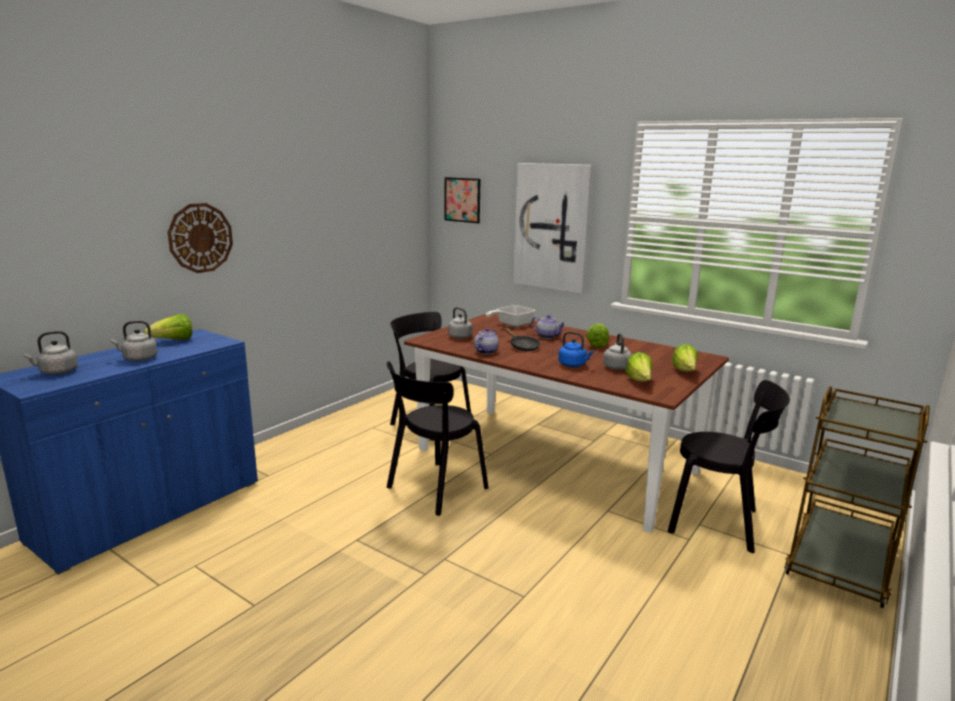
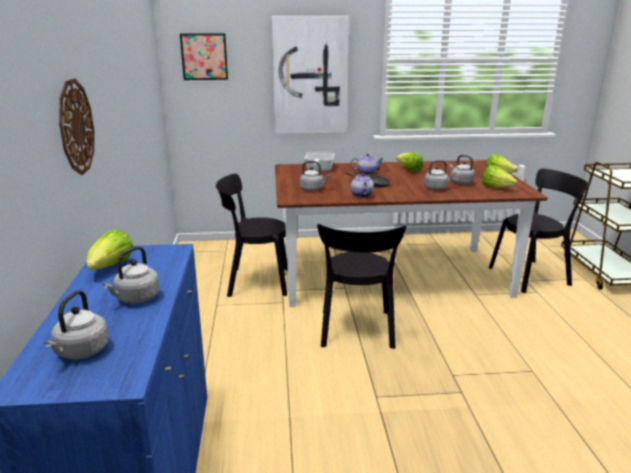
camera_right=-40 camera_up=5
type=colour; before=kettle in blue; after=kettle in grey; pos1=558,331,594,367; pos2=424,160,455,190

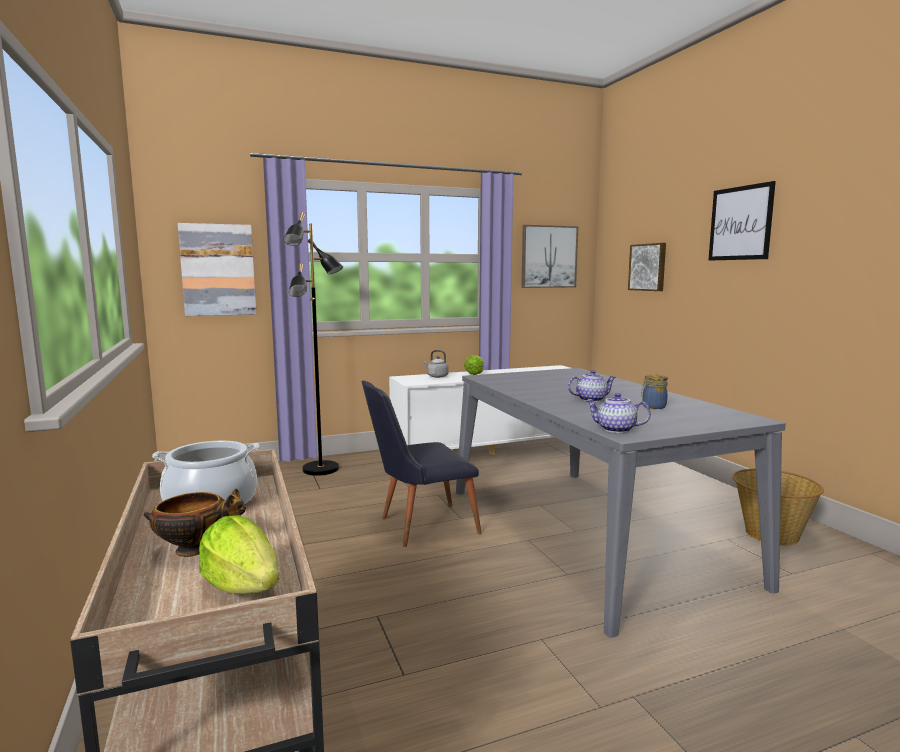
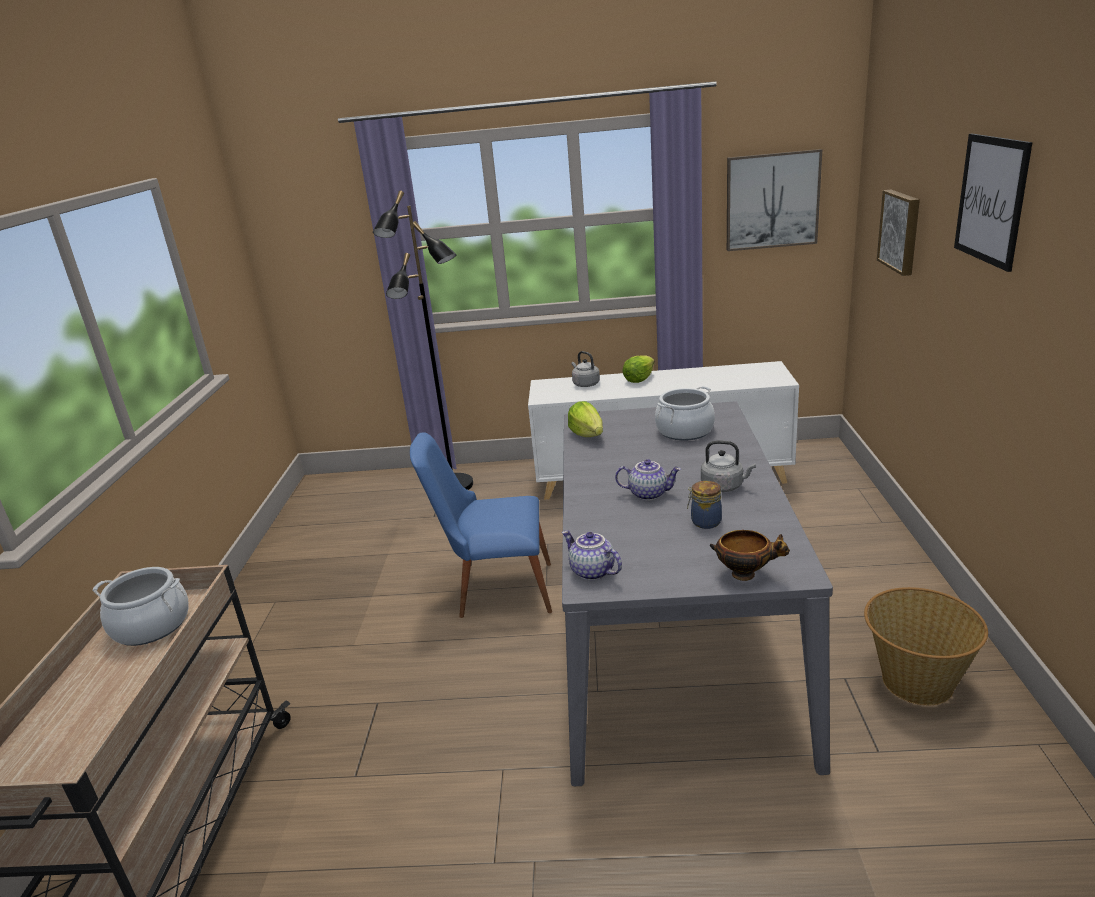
camera_right=25 camera_up=15
type=colour; before=chair in black; after=chair in blue; pos1=362,381,482,547; pos2=410,432,552,618
type=relocated; before=lettuce; pos1=199,515,279,594; pos2=568,401,603,437
type=appeared; after=cooking pot; pos2=655,386,715,441
type=appeared; after=kettle in grey; pos2=701,440,756,492
type=relocated; before=bowl; pos1=144,489,246,557; pos2=710,530,790,581
type=missing; before=picture; pos1=178,223,257,316

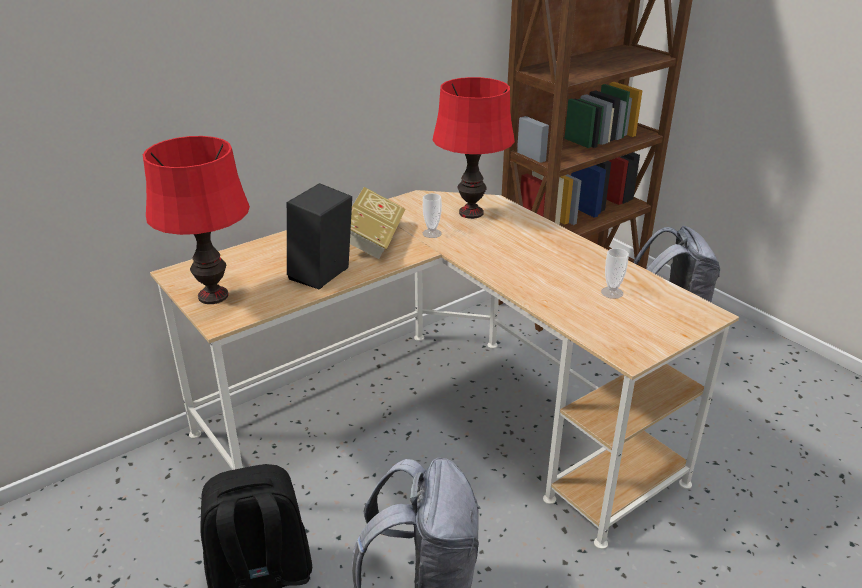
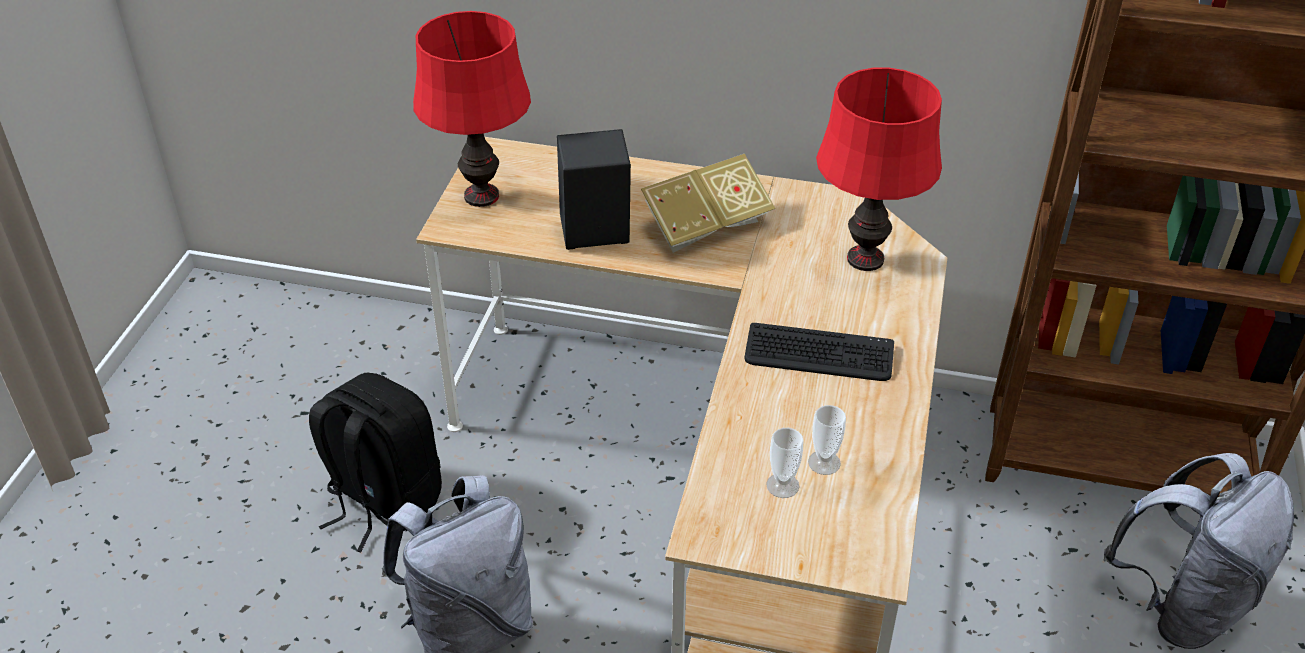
camera_right=50 camera_up=10
type=appeared; after=keyboard; pos2=744,323,894,381
type=relocated; before=cup; pos1=423,193,442,238; pos2=766,428,804,498

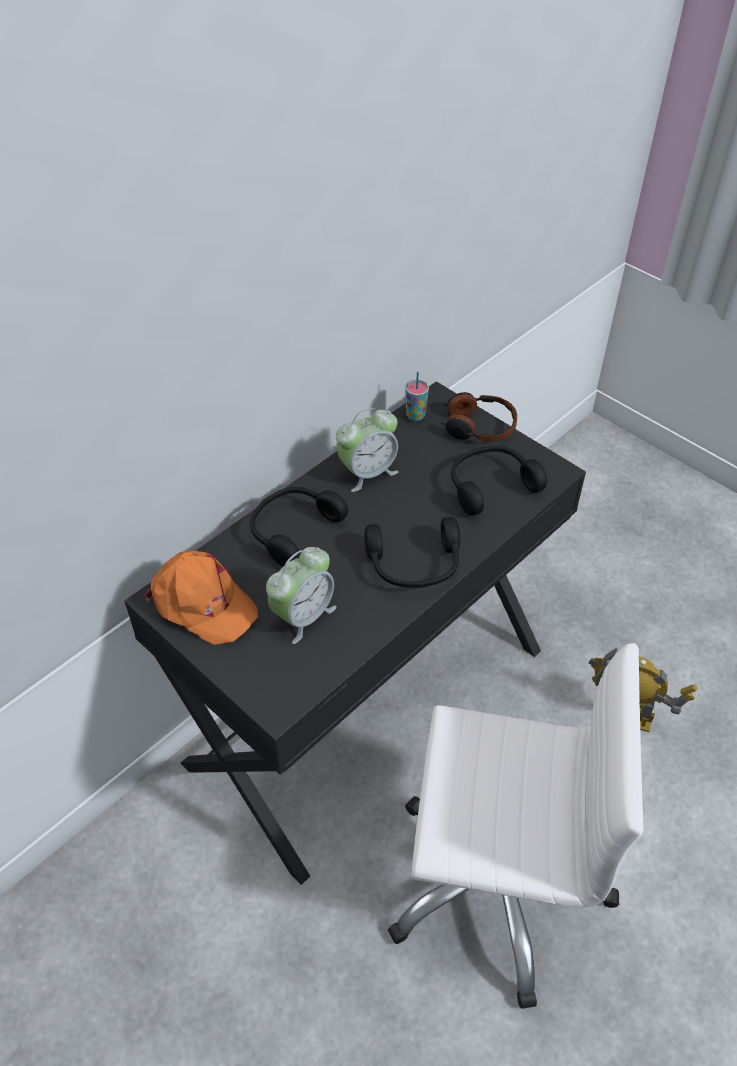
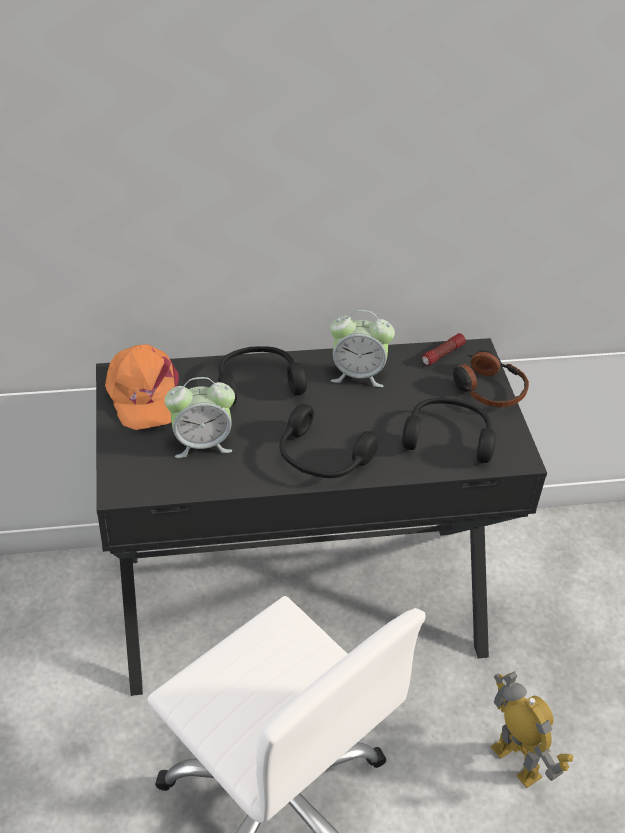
camera_right=35 camera_up=-5
type=exchanged; before=cup; after=flashlight; pos1=405,372,429,421; pos2=422,333,466,365

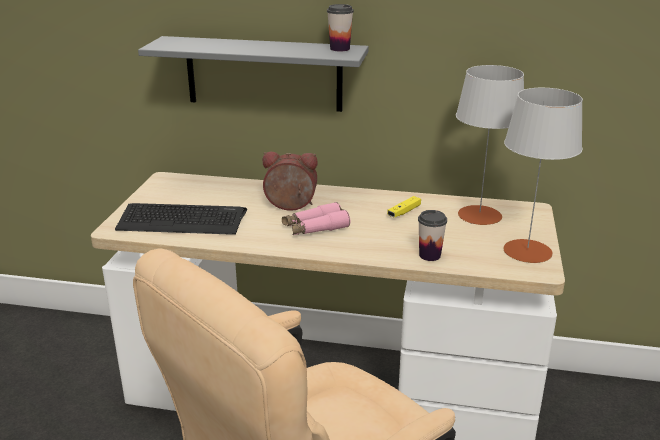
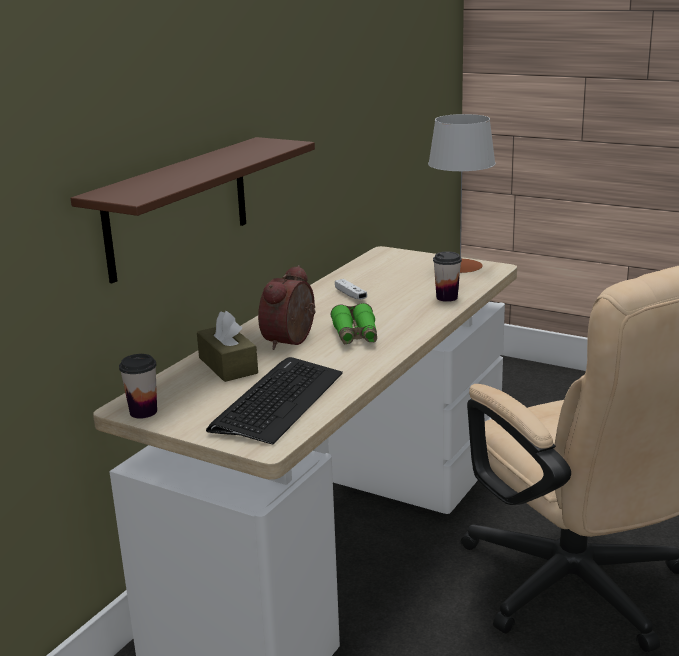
camera_right=-70 camera_up=-5
type=colour; before=shelf in grey; after=shelf in brown; pos1=138,36,369,112; pos2=70,137,315,283
type=relocated; before=cup; pos1=327,4,354,51; pos2=119,354,157,418
type=appeared; after=tissue box in brown; pos2=197,311,258,382
type=colour; before=binoculars in pink; after=binoculars in green; pos1=282,202,350,235; pos2=331,303,377,344
type=colour; before=game controller in yellow; after=game controller in white; pos1=387,196,421,217; pos2=335,279,367,300
type=missing; before=table lamp in grey; pos1=456,65,524,225

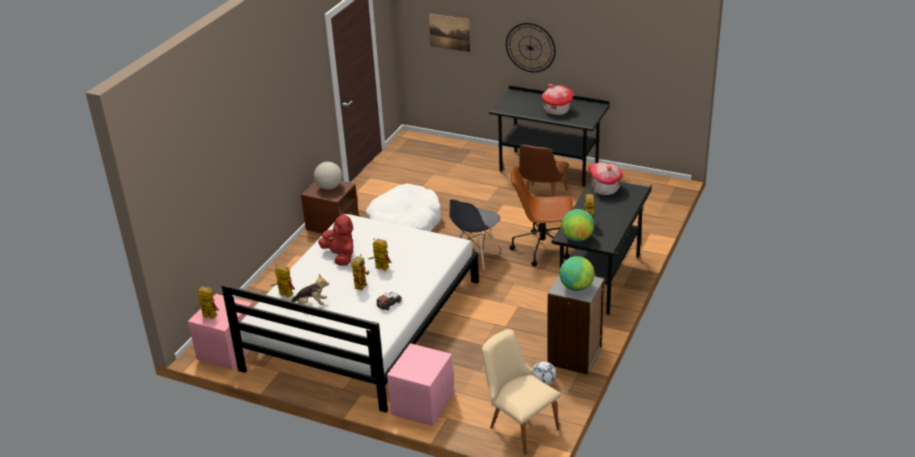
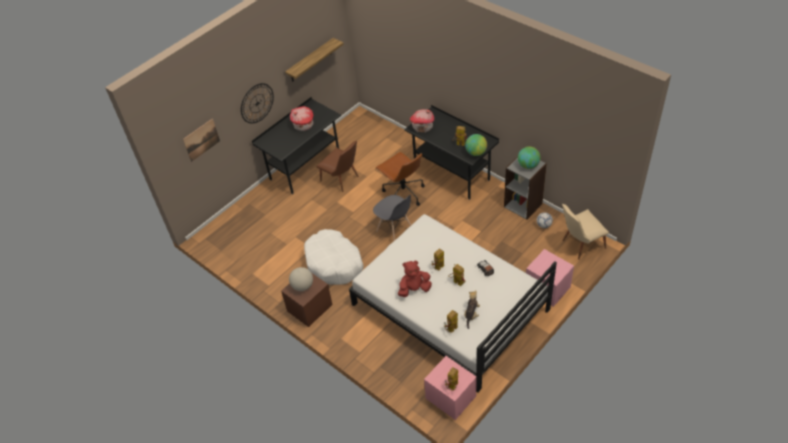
camera_right=-70 camera_up=15
type=appeared; after=shelf; pos2=285,38,344,82
type=spun; before=office chair in brown; pos1=510,166,573,266; pos2=375,152,425,206; turn=-60

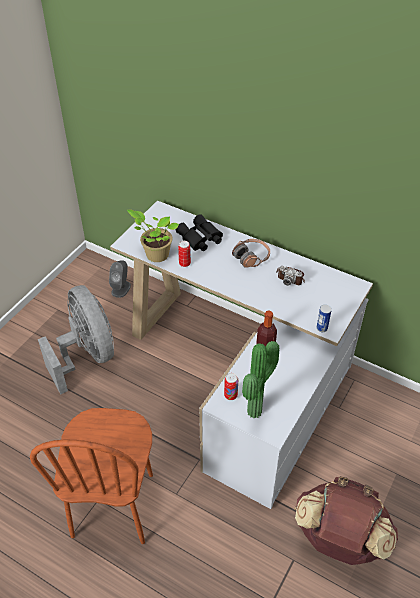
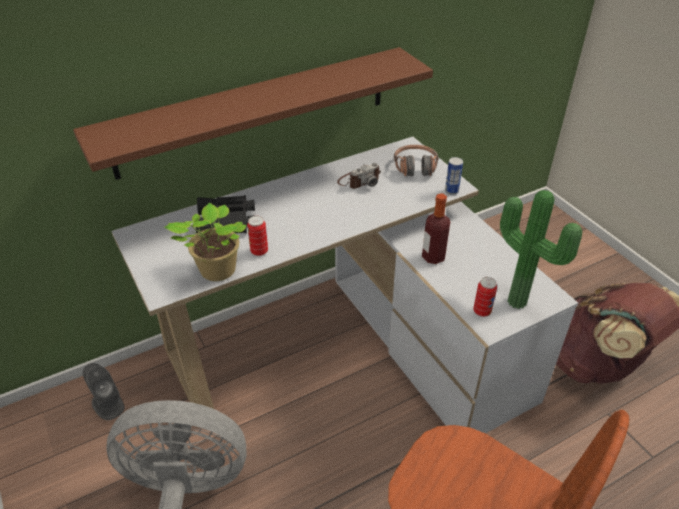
camera_right=-60 camera_up=-5
type=appeared; after=shelf in brown; pos2=73,47,433,180
type=relocated; before=headphones; pos1=232,239,270,268; pos2=394,145,439,177

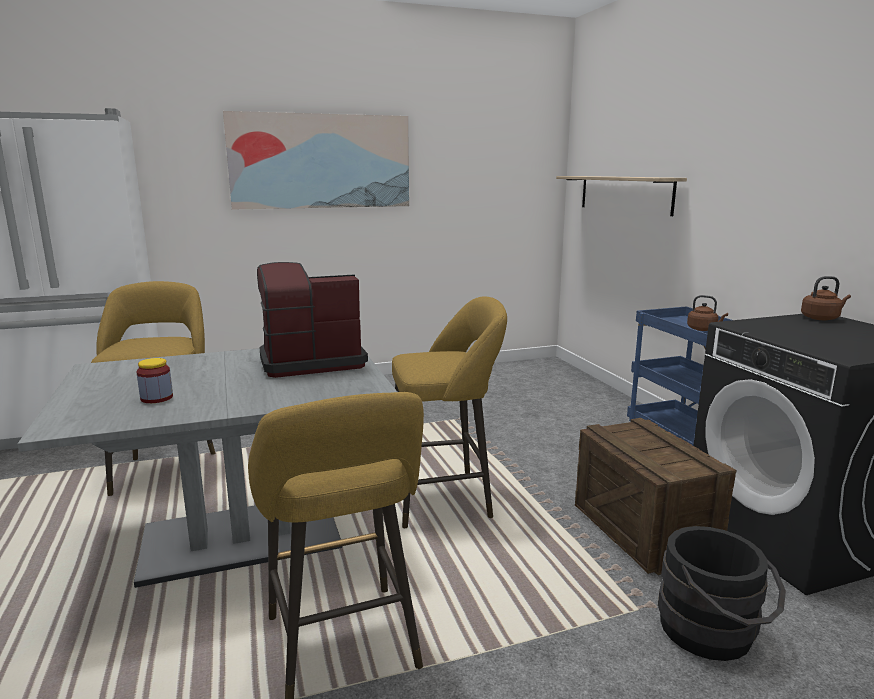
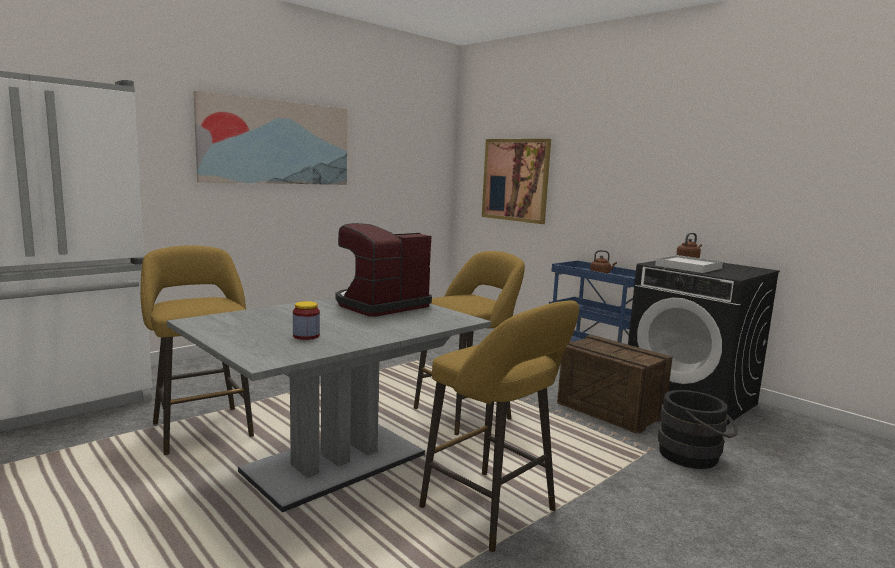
camera_right=-25 camera_up=-5
type=exchanged; before=shelf; after=picture; pos1=556,176,687,216; pos2=482,139,551,224
type=appeared; after=tray in white; pos2=655,255,723,273

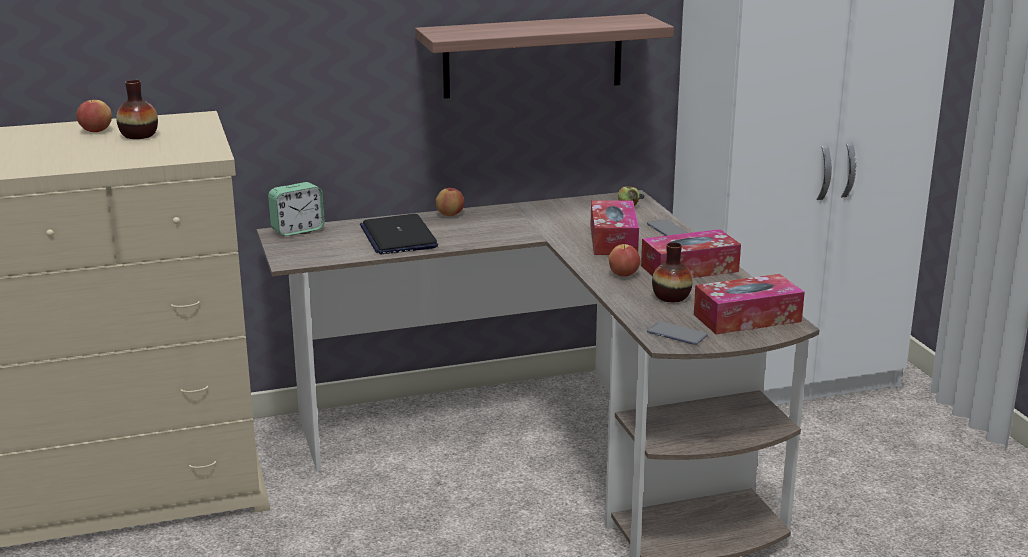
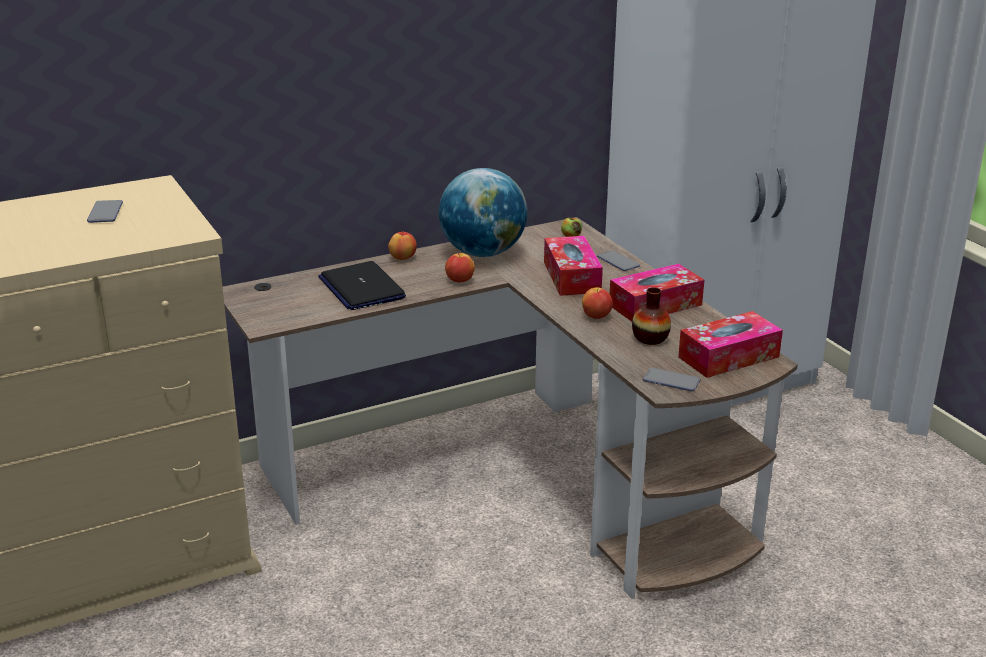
camera_right=-10 camera_up=5
type=exchanged; before=vase; after=phone; pos1=116,80,158,139; pos2=87,200,123,223
type=appeared; after=globe; pos2=439,168,527,257
type=relocated; before=apple; pos1=76,98,112,132; pos2=445,253,475,283
type=missing; before=alarm clock; pos1=268,182,325,236
type=missing; before=shelf; pos1=415,14,674,99

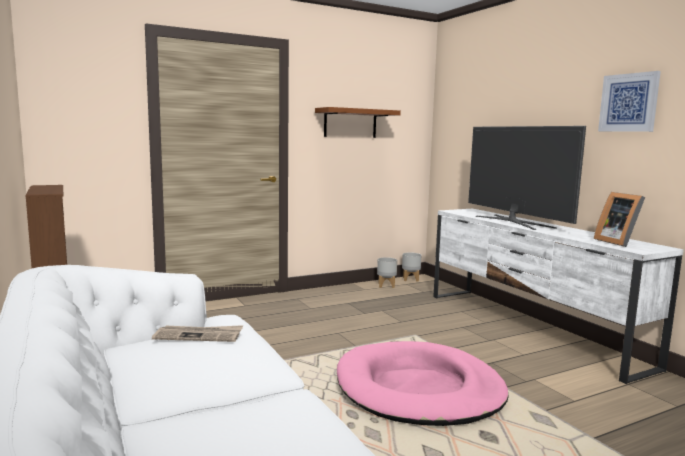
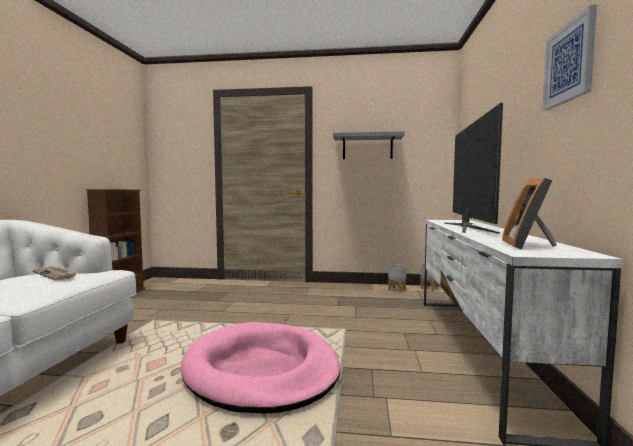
camera_right=35 camera_up=-5
type=colour; before=shelf in brown; after=shelf in grey; pos1=315,107,401,138; pos2=333,131,405,159

